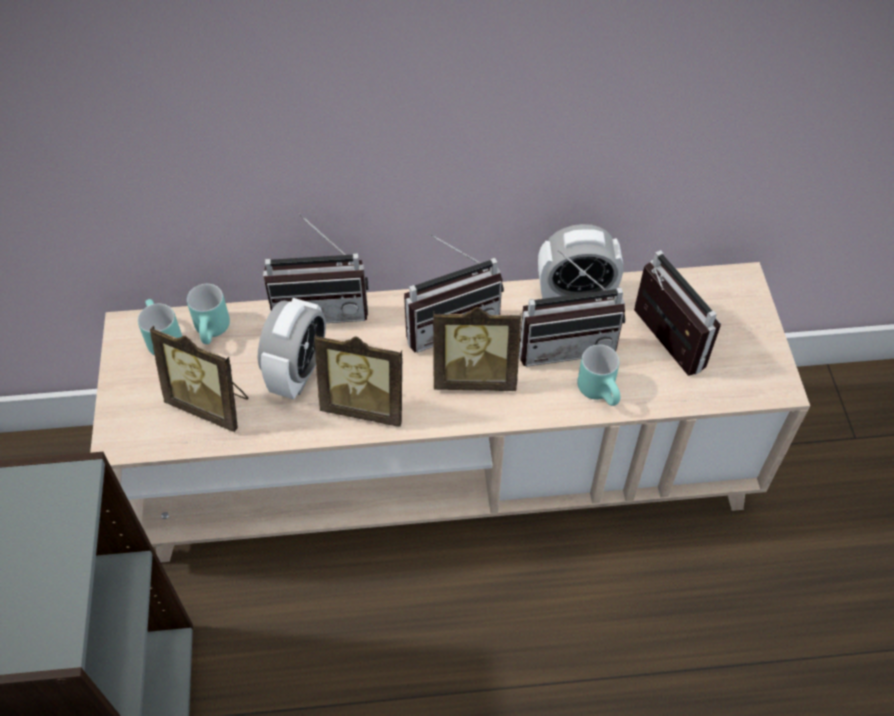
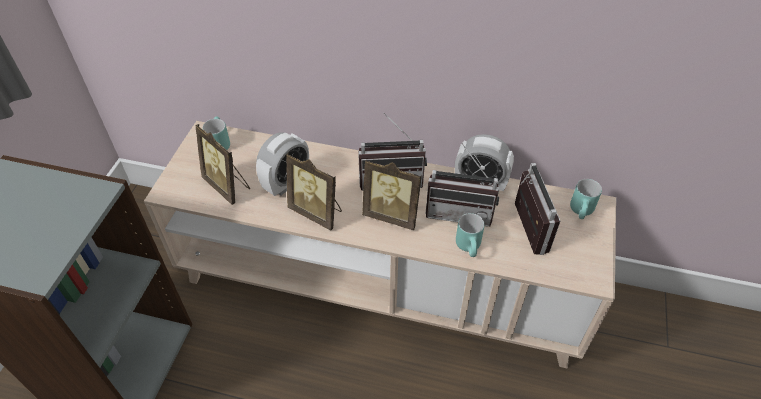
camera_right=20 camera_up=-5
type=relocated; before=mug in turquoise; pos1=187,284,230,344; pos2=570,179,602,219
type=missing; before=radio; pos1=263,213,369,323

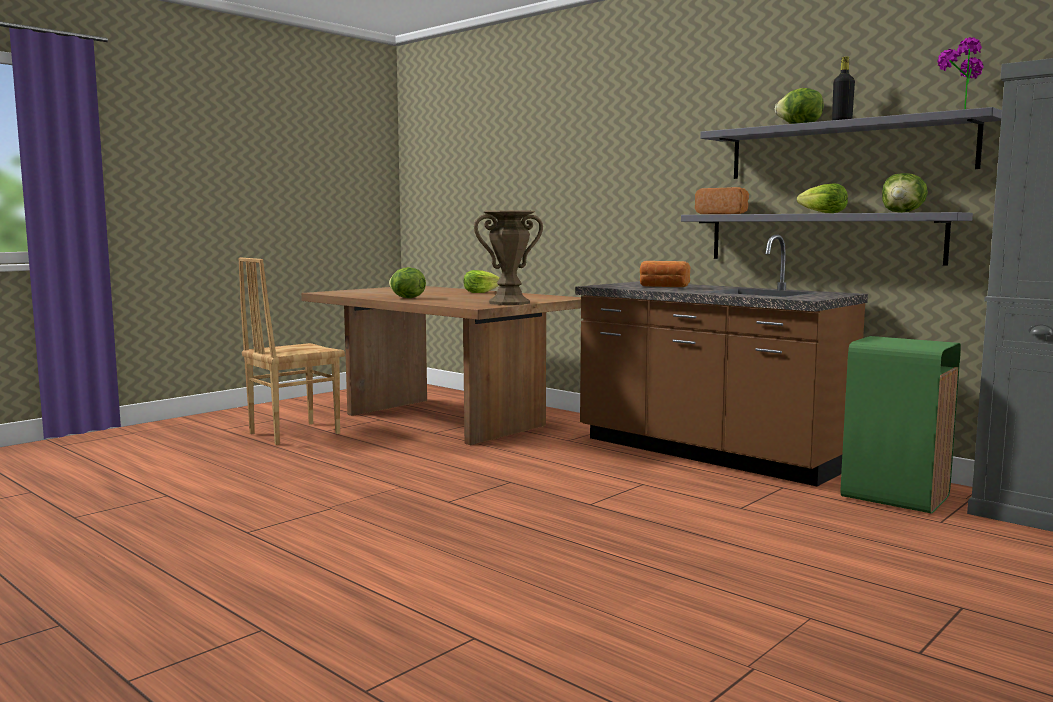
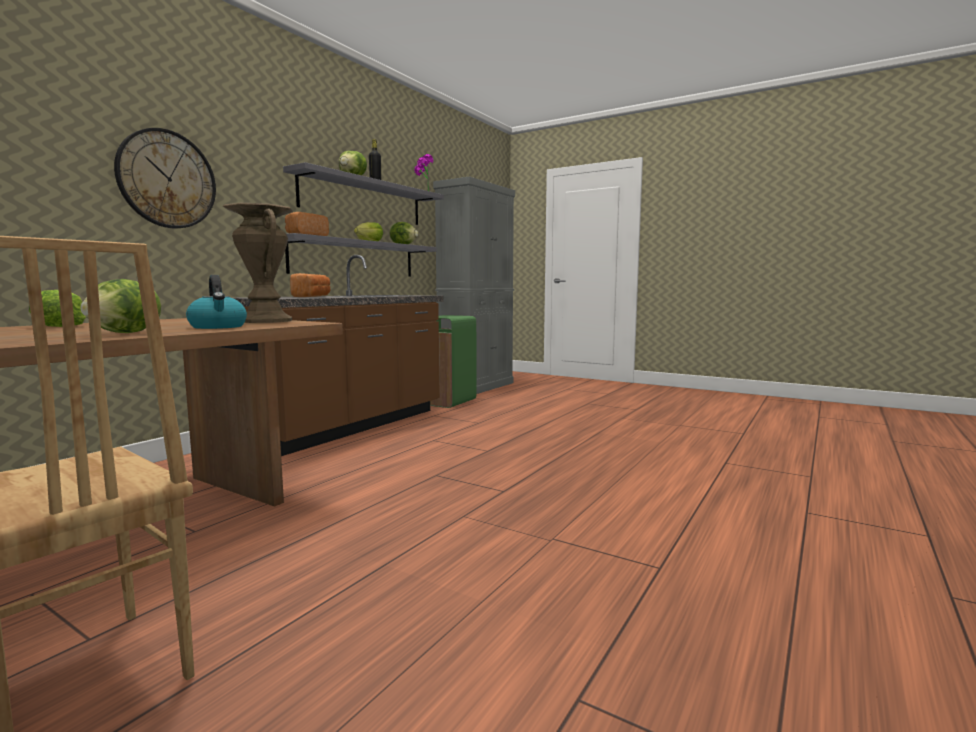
camera_right=-100 camera_up=0
type=appeared; after=wall clock; pos2=114,128,216,228
type=appeared; after=kettle; pos2=186,275,247,329

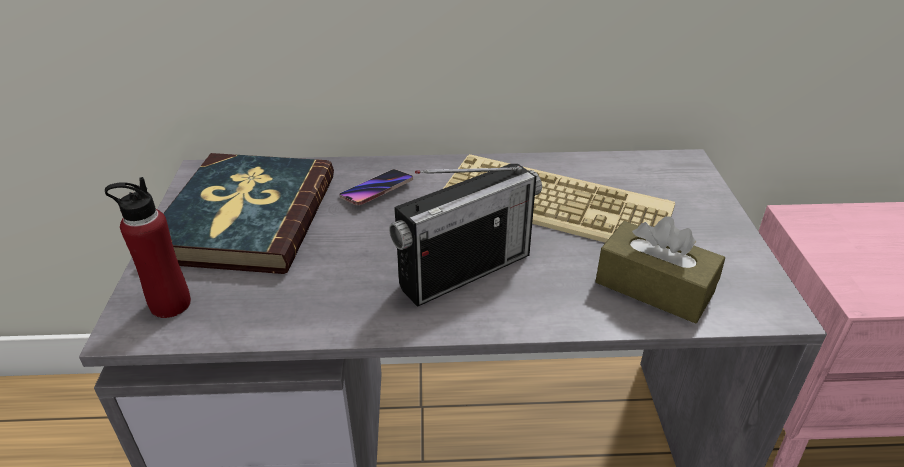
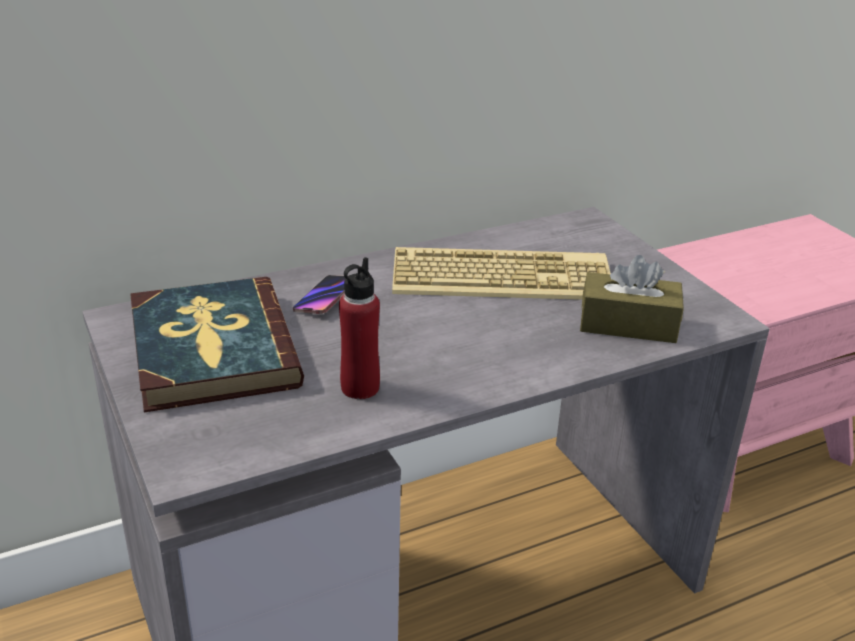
camera_right=-25 camera_up=-5
type=relocated; before=bottle in red; pos1=105,177,191,318; pos2=339,257,380,399
type=missing; before=radio; pos1=389,164,542,307

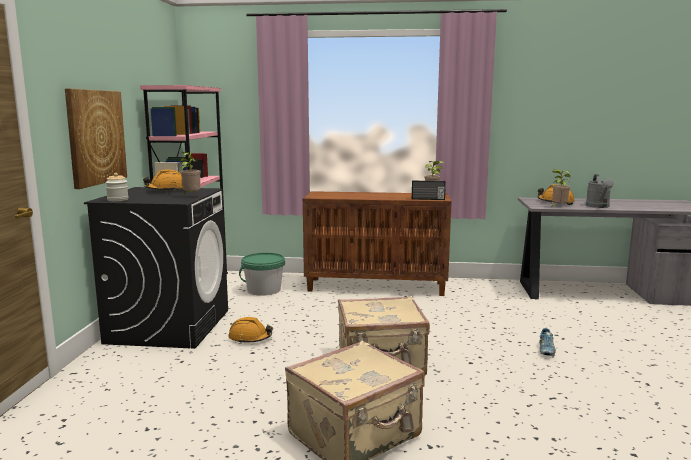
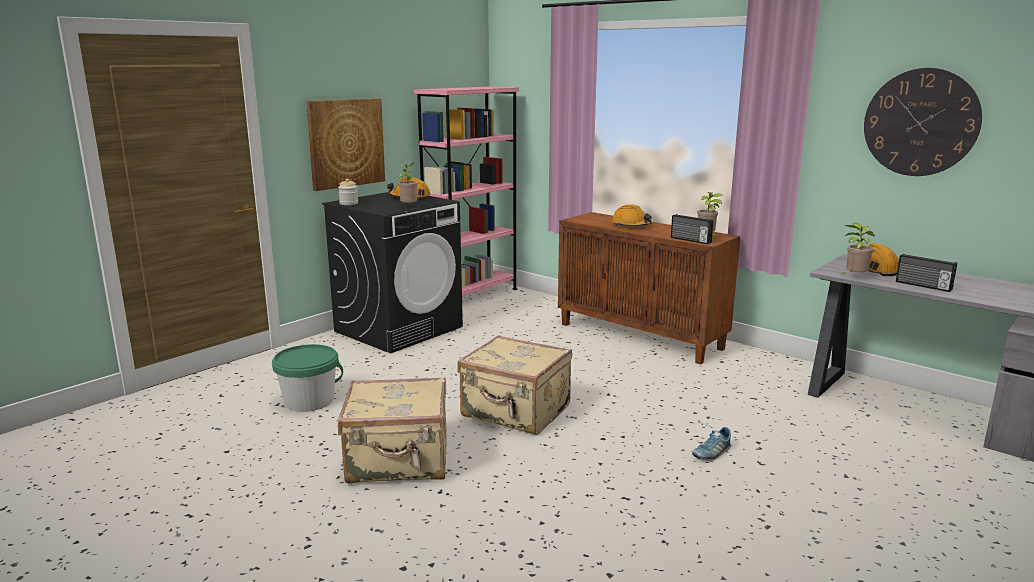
camera_right=35 camera_up=5
type=relocated; before=bucket in green; pos1=239,253,285,296; pos2=272,344,343,412
type=relocated; before=hard hat in orange; pos1=228,317,273,344; pos2=612,204,652,227
type=appeared; after=wall clock; pos2=864,68,982,176
type=exchanged; before=watering can in grey; after=radio; pos1=586,174,614,208; pos2=896,254,957,292

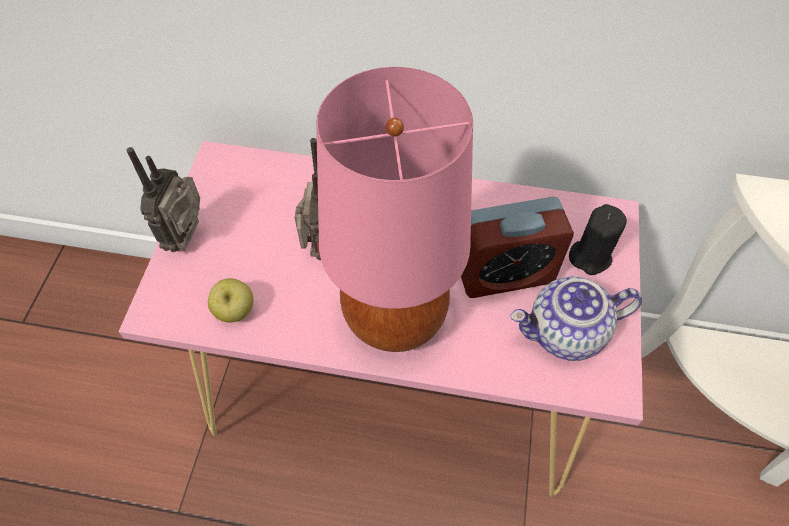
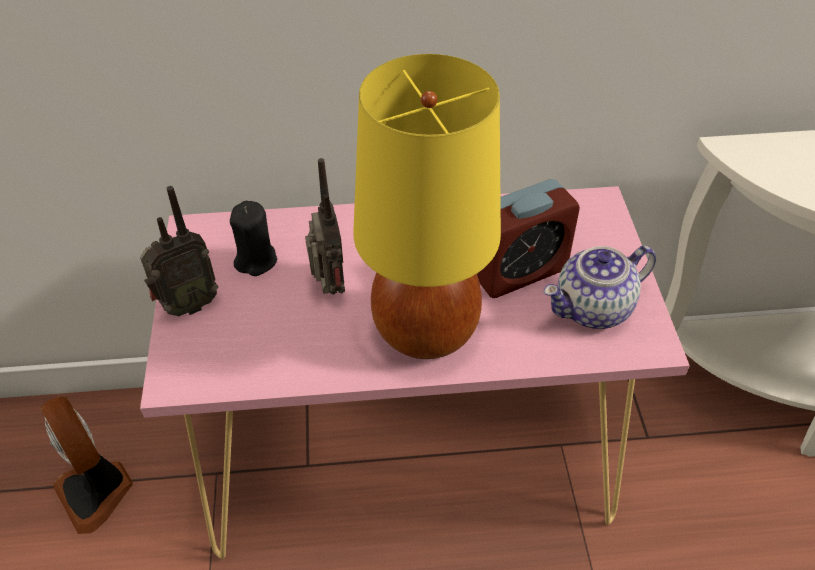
camera_right=-15 camera_up=-10
type=appeared; after=fan; pos2=41,396,133,534
type=spun; before=radio; pos1=127,147,200,252; pos2=140,186,218,316; turn=-120
type=relocated; before=candle in black; pos1=569,204,627,275; pos2=230,201,277,276
type=colour; before=table lamp in pink; after=table lamp in yellow; pos1=316,67,473,352; pos2=353,54,501,359
type=missing; before=apple; pos1=208,278,253,323

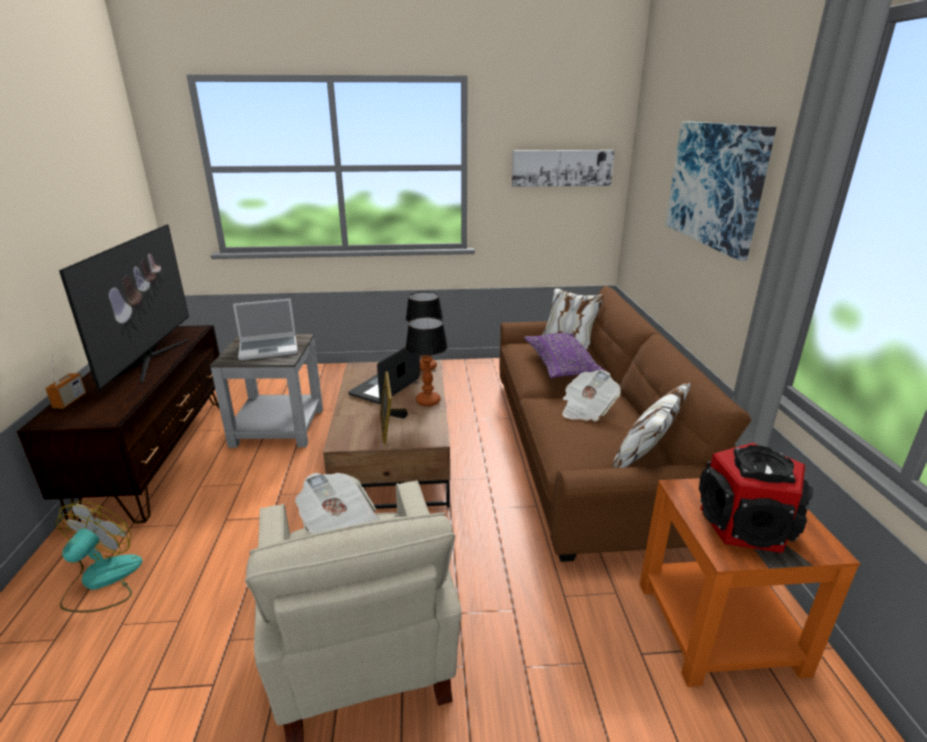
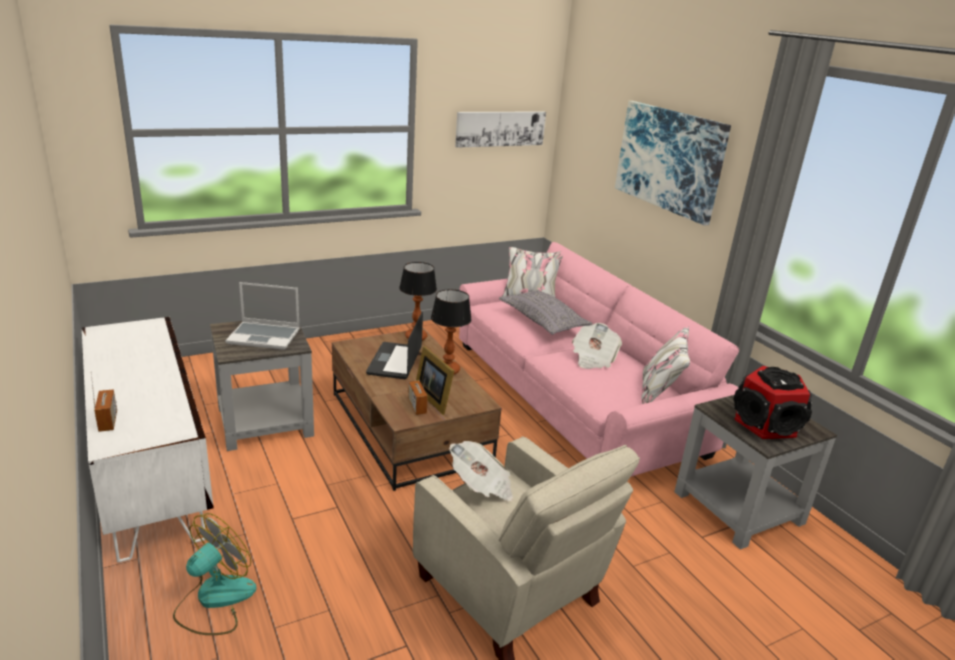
camera_right=-25 camera_up=0
type=colour; before=tv stand in brown; after=tv stand in white; pos1=17,325,220,525; pos2=82,317,214,562
type=spun; before=fan; pos1=57,501,143,613; pos2=173,513,257,635; turn=45
type=spun; before=laptop; pos1=233,298,298,360; pos2=225,282,300,350; turn=45
type=appeared; after=radio; pos2=408,372,428,415
type=colour; before=sofa in brown; after=sofa in pink; pos1=500,286,751,562; pos2=459,242,739,477
type=colour; before=pillow in purple; after=pillow in grey; pos1=524,333,606,378; pos2=499,290,593,335
type=colour; before=side table in orange; after=side table in grey; pos1=640,478,860,687; pos2=674,395,837,550
type=missing; before=television; pos1=59,224,190,391

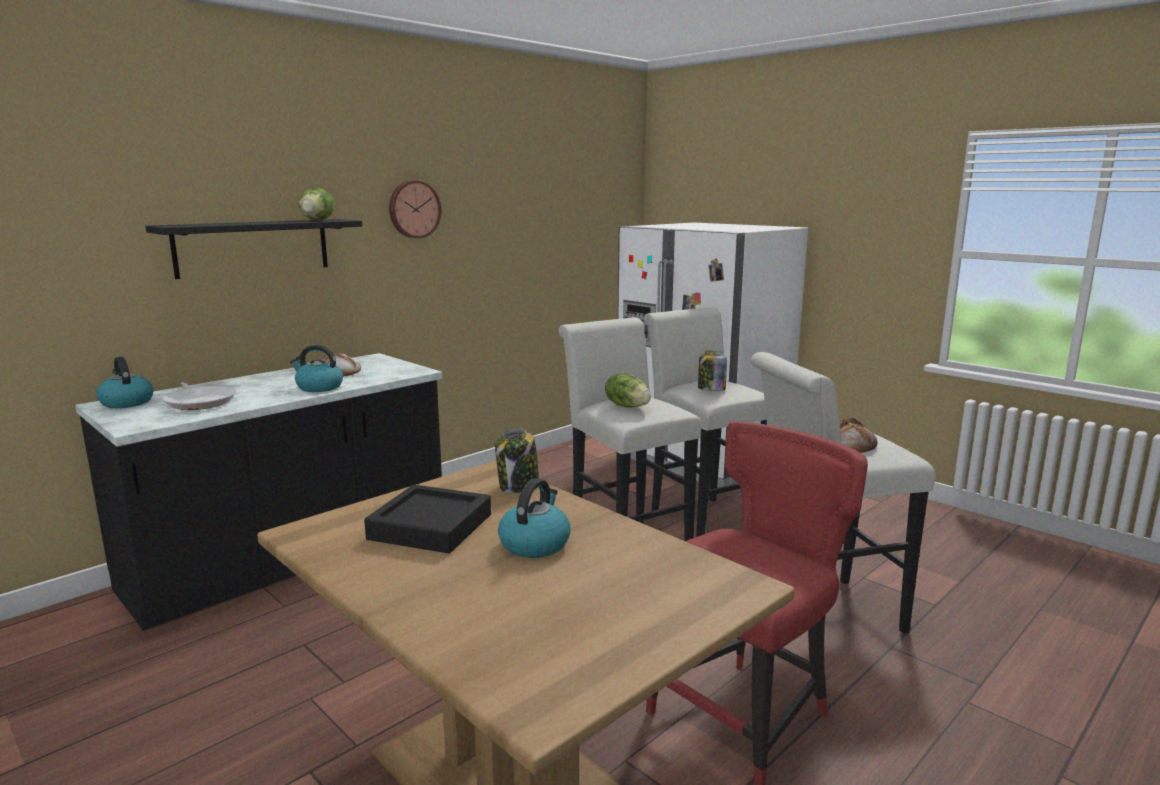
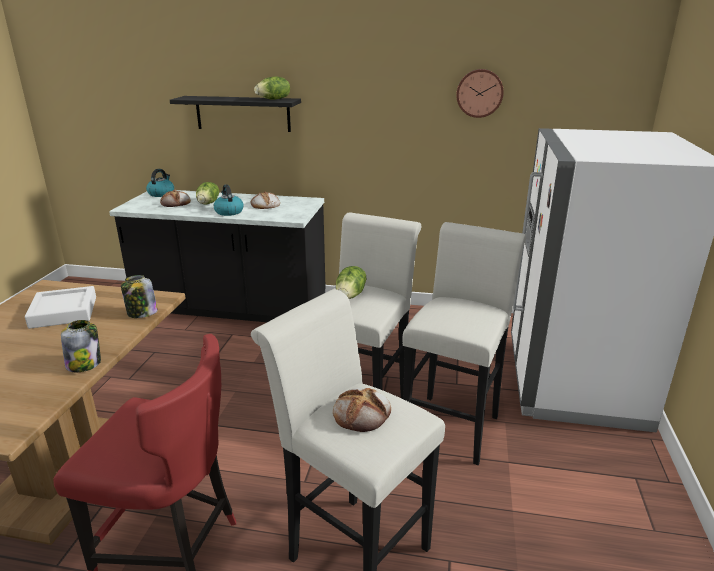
camera_right=55 camera_up=10
type=colour; before=tray in black; after=tray in white; pos1=364,485,491,553; pos2=25,286,96,329
type=relocated; before=jar; pos1=698,350,727,391; pos2=61,320,101,372
type=exchanged; before=frying pan; after=bread; pos1=162,382,236,410; pos2=160,189,191,207
type=appeared; after=lettuce; pos2=196,182,219,204
type=relocated; before=wall clock; pos1=389,180,441,239; pos2=456,69,504,118
type=missing; before=kettle; pos1=498,478,570,558

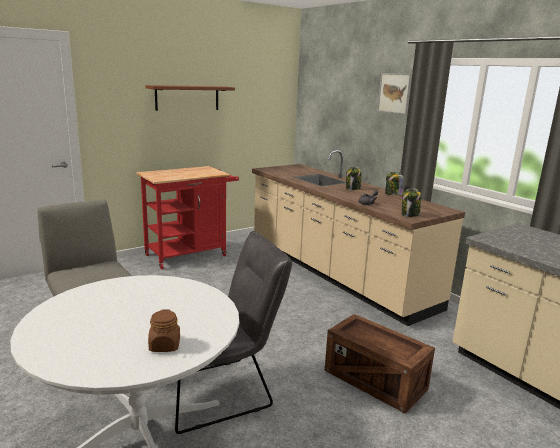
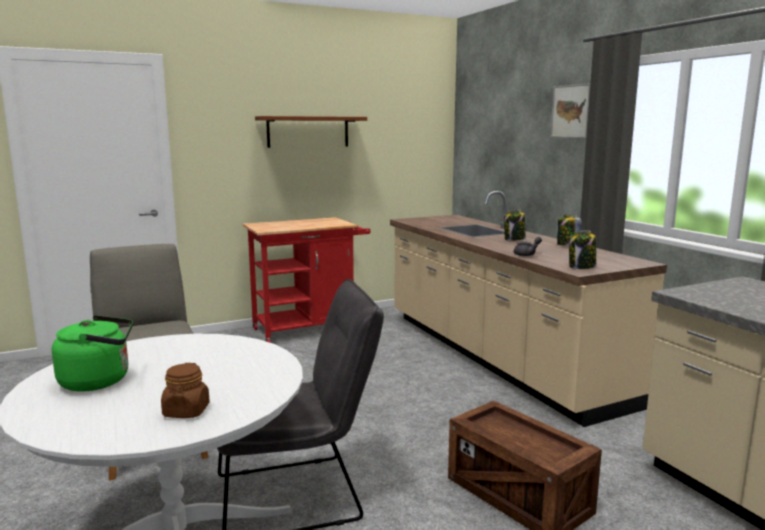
camera_right=10 camera_up=-5
type=appeared; after=kettle in green; pos2=52,315,133,392

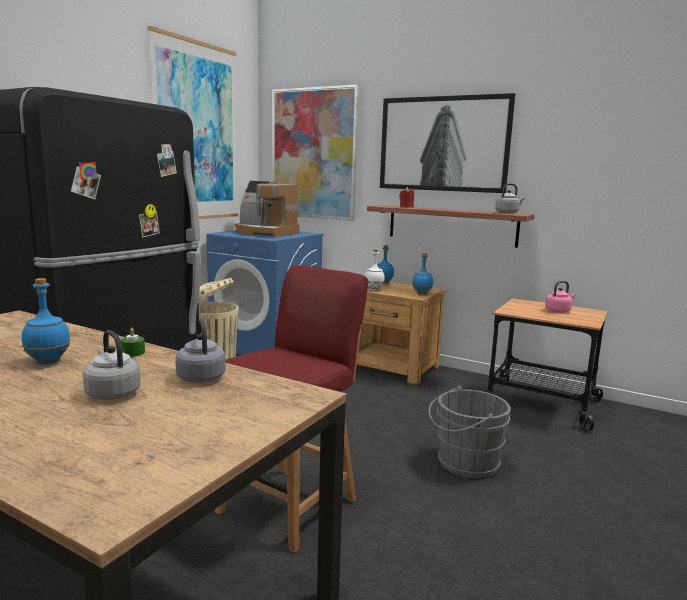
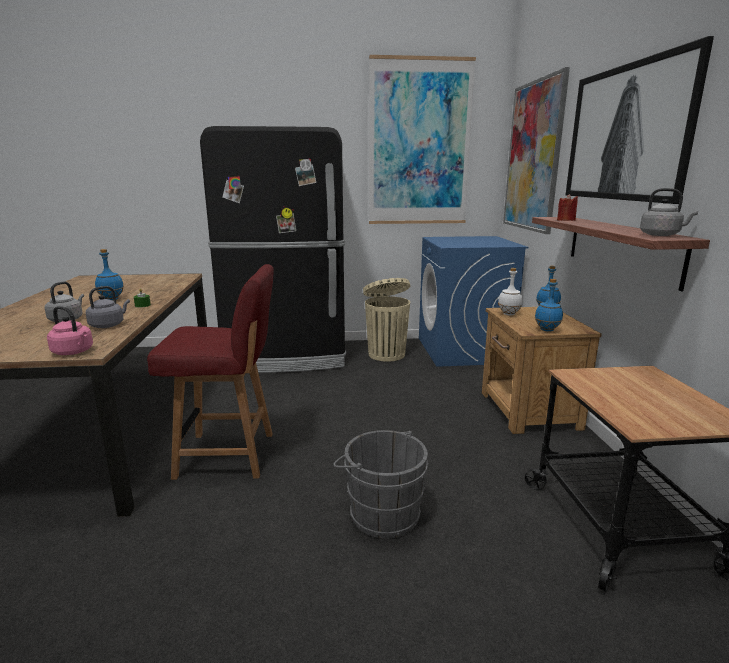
camera_right=55 camera_up=5
type=relocated; before=kettle in pink; pos1=545,281,576,313; pos2=47,306,93,355
type=missing; before=coffee machine; pos1=235,181,300,238

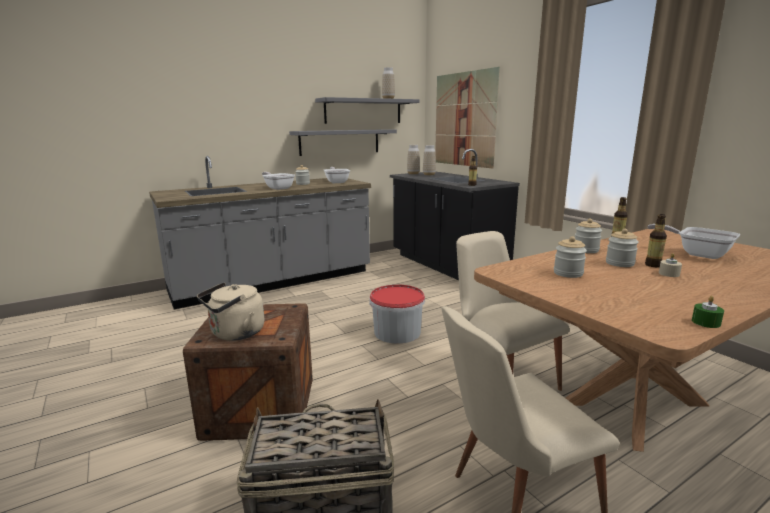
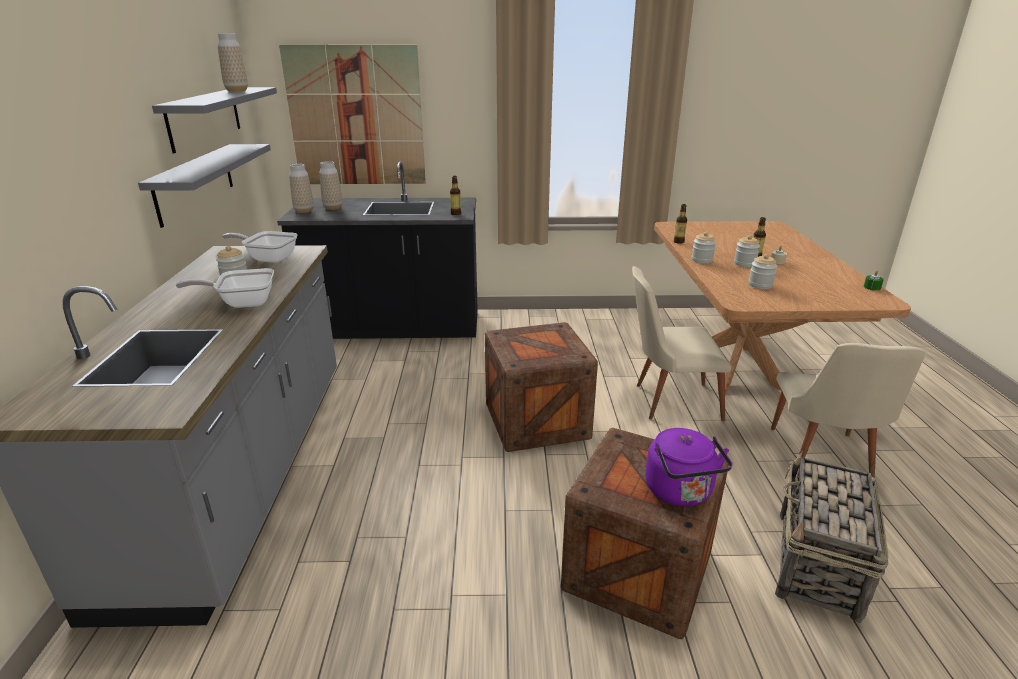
camera_right=-60 camera_up=10
type=exchanged; before=bucket; after=crate; pos1=369,285,425,344; pos2=485,322,598,452
type=colour; before=kettle in beige; after=kettle in purple; pos1=197,282,264,341; pos2=645,428,733,506
type=missing; before=frying pan; pos1=647,224,740,259

